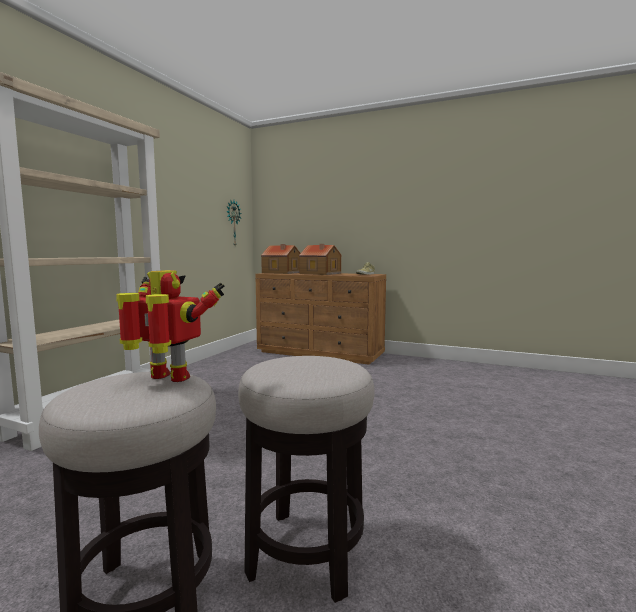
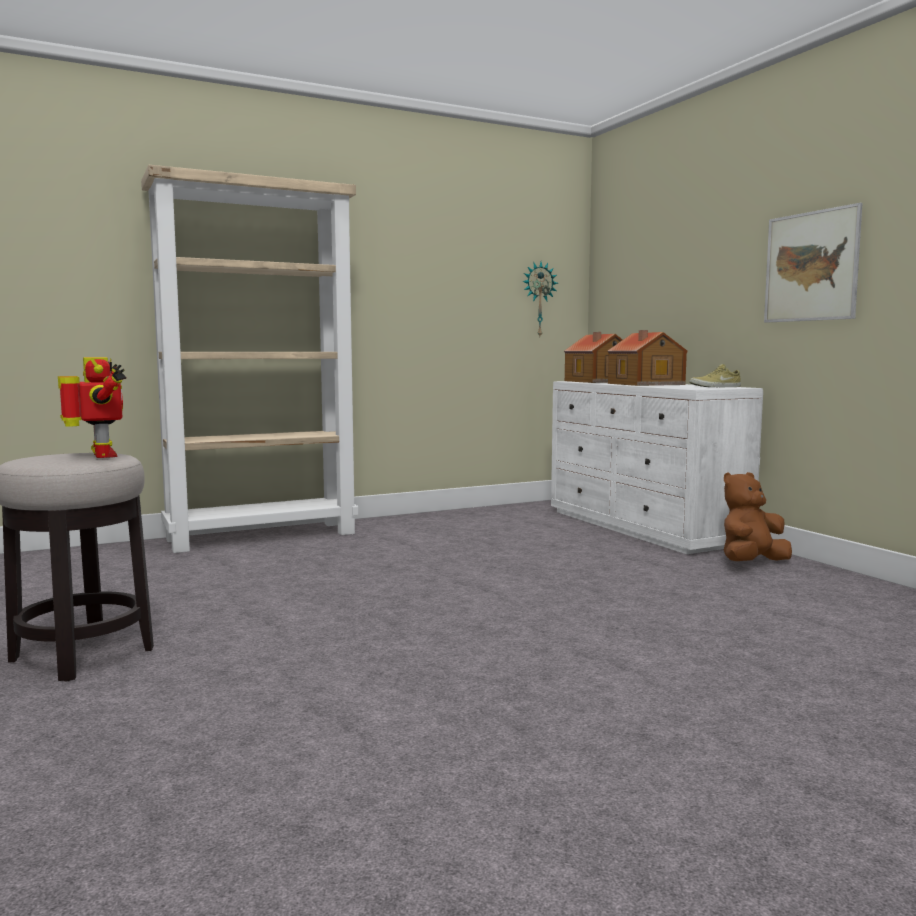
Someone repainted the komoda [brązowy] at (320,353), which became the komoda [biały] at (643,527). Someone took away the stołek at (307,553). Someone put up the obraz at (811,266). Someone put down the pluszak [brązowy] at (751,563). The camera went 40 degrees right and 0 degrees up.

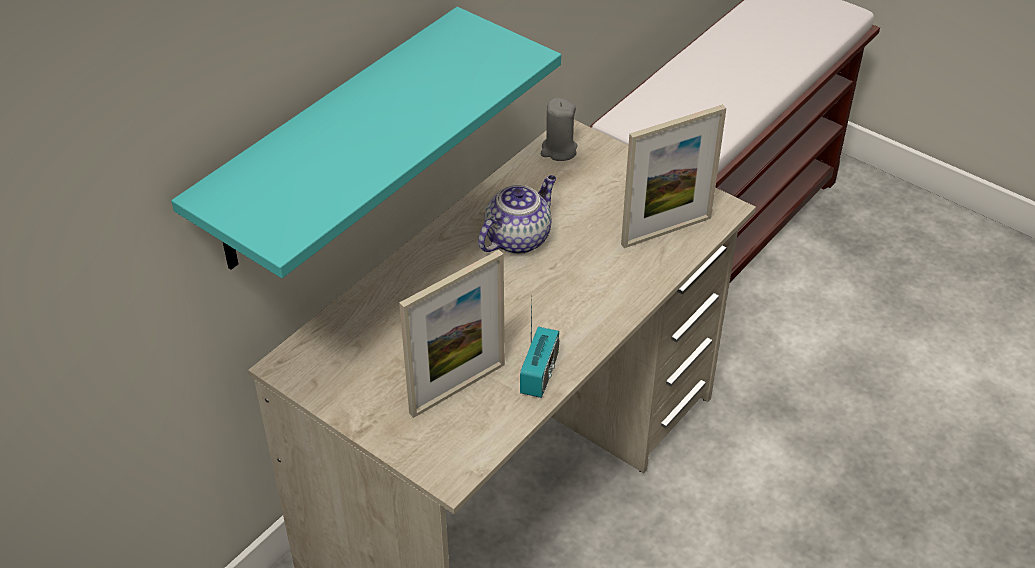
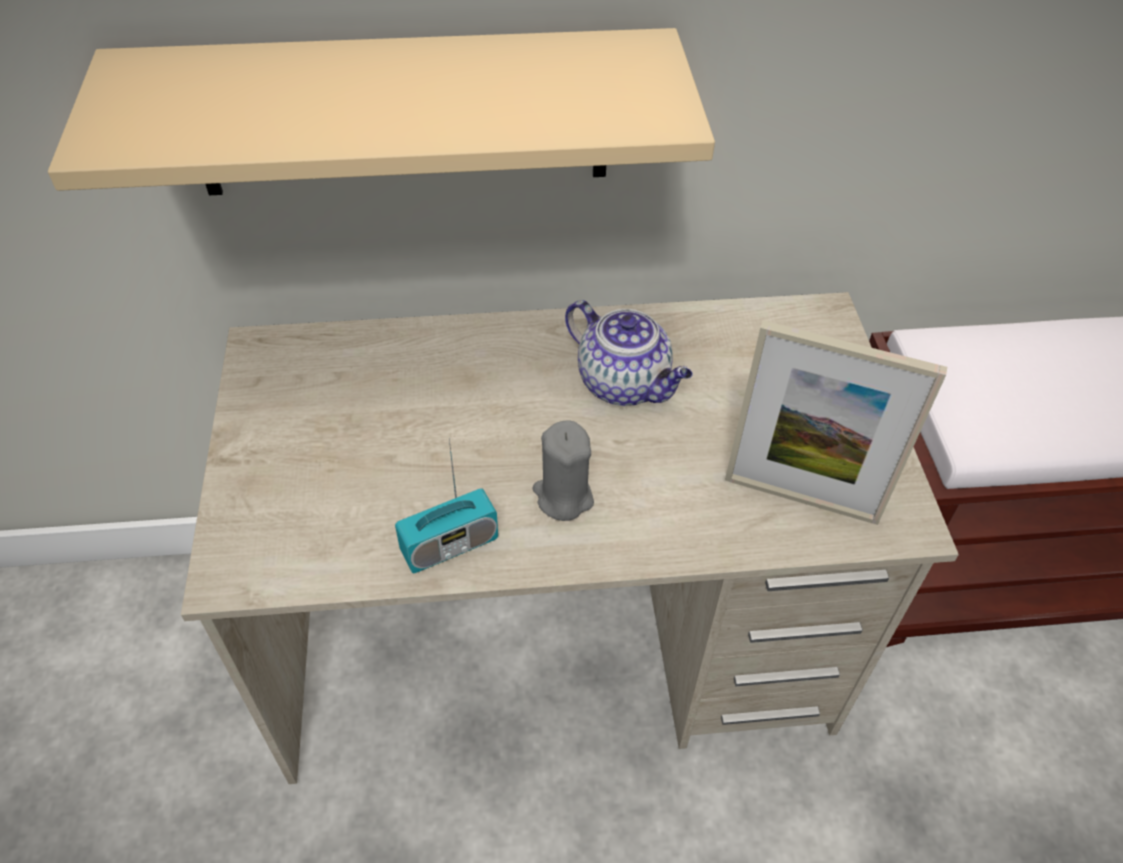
Someone repainted the półka [turkusowy] at (331,142), which became the półka [beżowy] at (401,114). Someone carried the świeca [szary] from (558,150) to (563,496). Someone rotated the imbryk at (518,238) by 45 degrees clockwise. Someone took away the ramka na zdjęcie at (457,388). The camera went 45 degrees right and 5 degrees up.

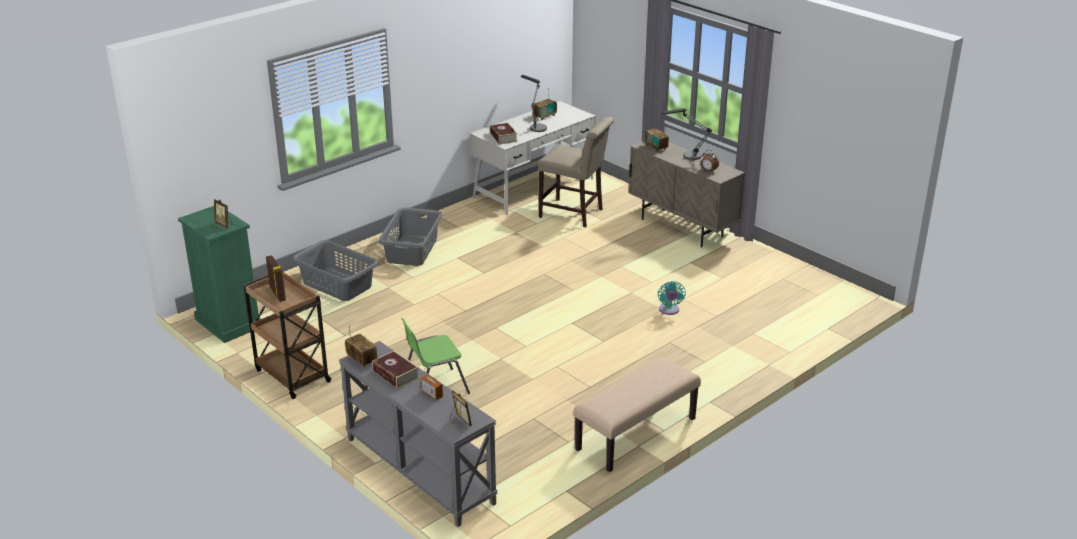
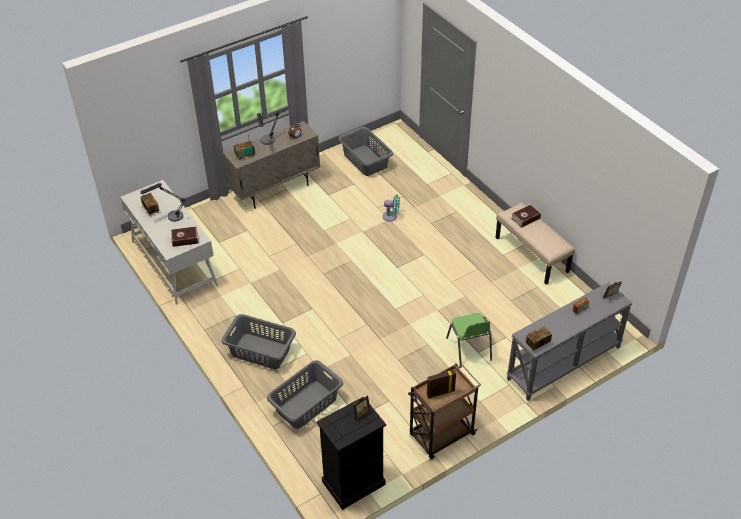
Someone took away the krzesło [beżowy] at (574,214). Someone repainted the komoda [zielony] at (228,323), which became the komoda [czarny] at (353,483). Someone carried the książka from (396,374) to (525,218). Someone put down the kosz na pranie [szary] at (365,160). The camera went 80 degrees left and 15 degrees up.

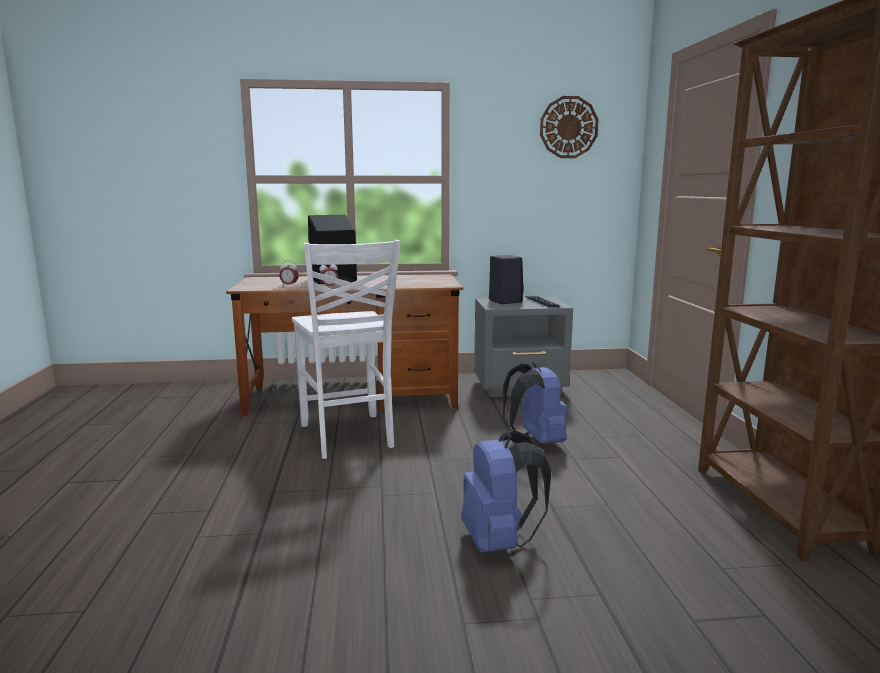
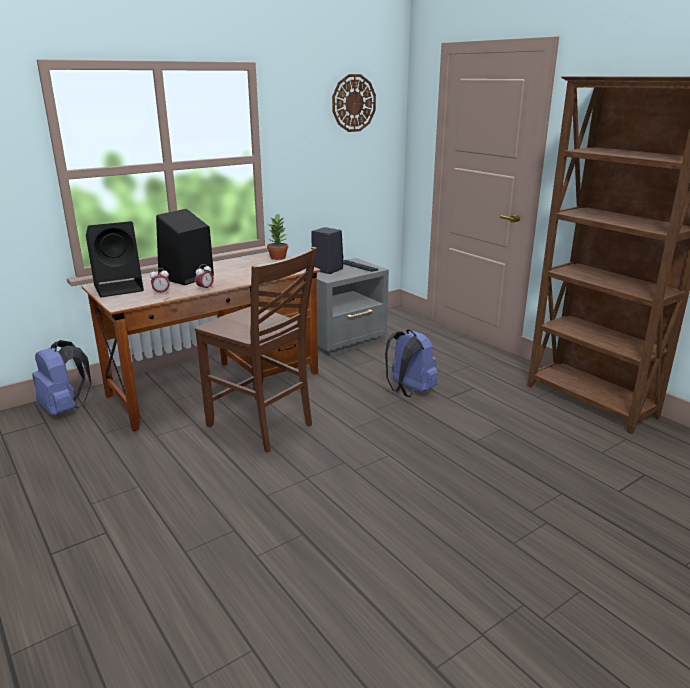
Someone repainted the krzesło [biały] at (347,437), which became the krzesło [brązowy] at (262,425). Someone carried the plecak [niebieski] from (499,542) to (65,409). Someone put down the roślina doniczkowa at (278,257). Someone put down the głośnik [czarny] at (120,288). The camera went 30 degrees left and 10 degrees up.

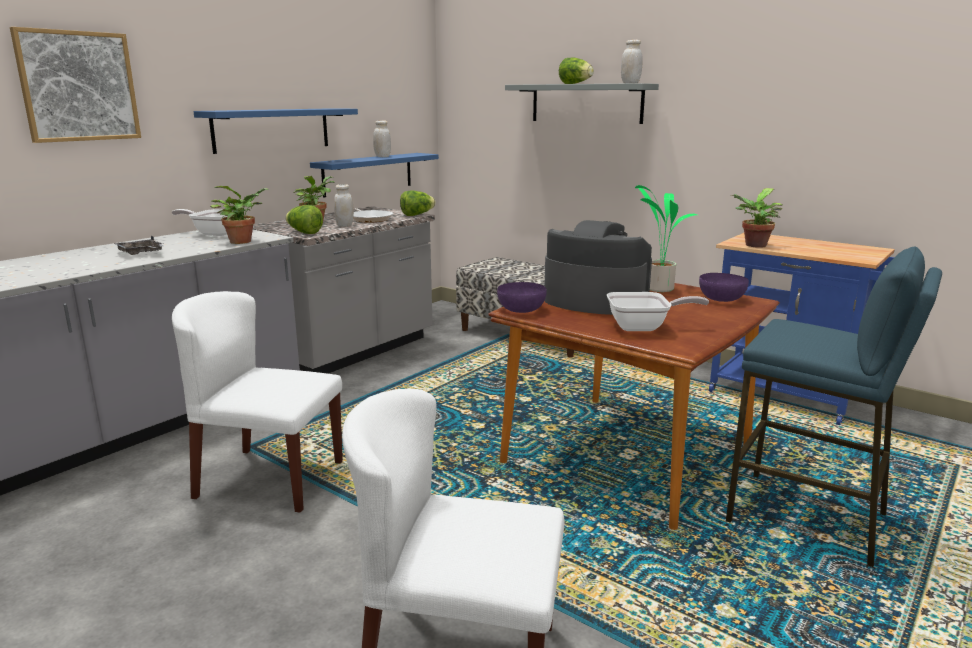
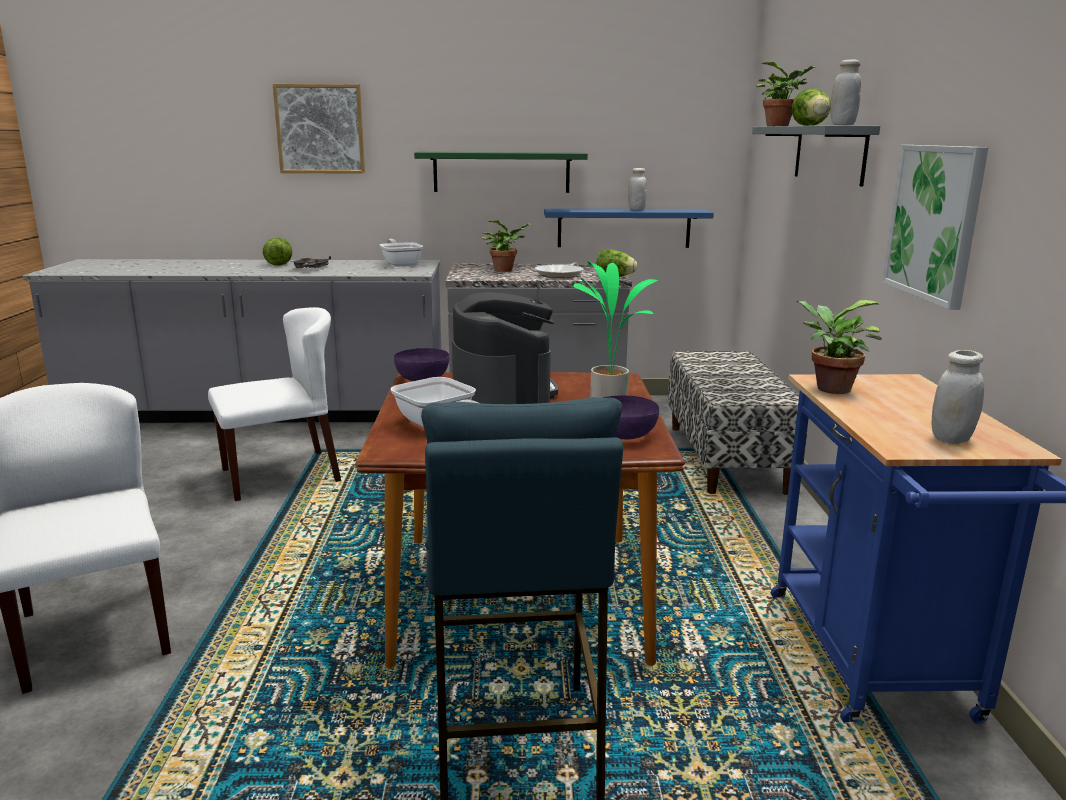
Someone repainted the półka [niebieski] at (272,129), which became the półka [zielony] at (501,172). Someone carried the słoik [biały] from (344,225) to (951,439). Someone carried the roślina doniczkowa from (243,241) to (780,126). Someone carried the sałata from (304,232) to (279,264). Someone rotated the krzesło [biały] at (269,479) by 90 degrees clockwise. Someone put up the obraz at (934,222). The camera went 50 degrees right and 0 degrees up.

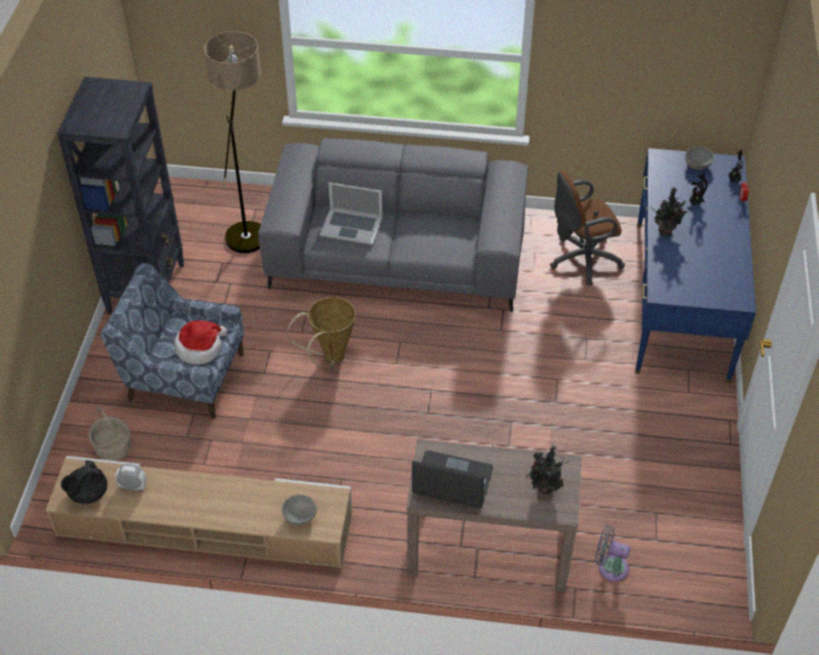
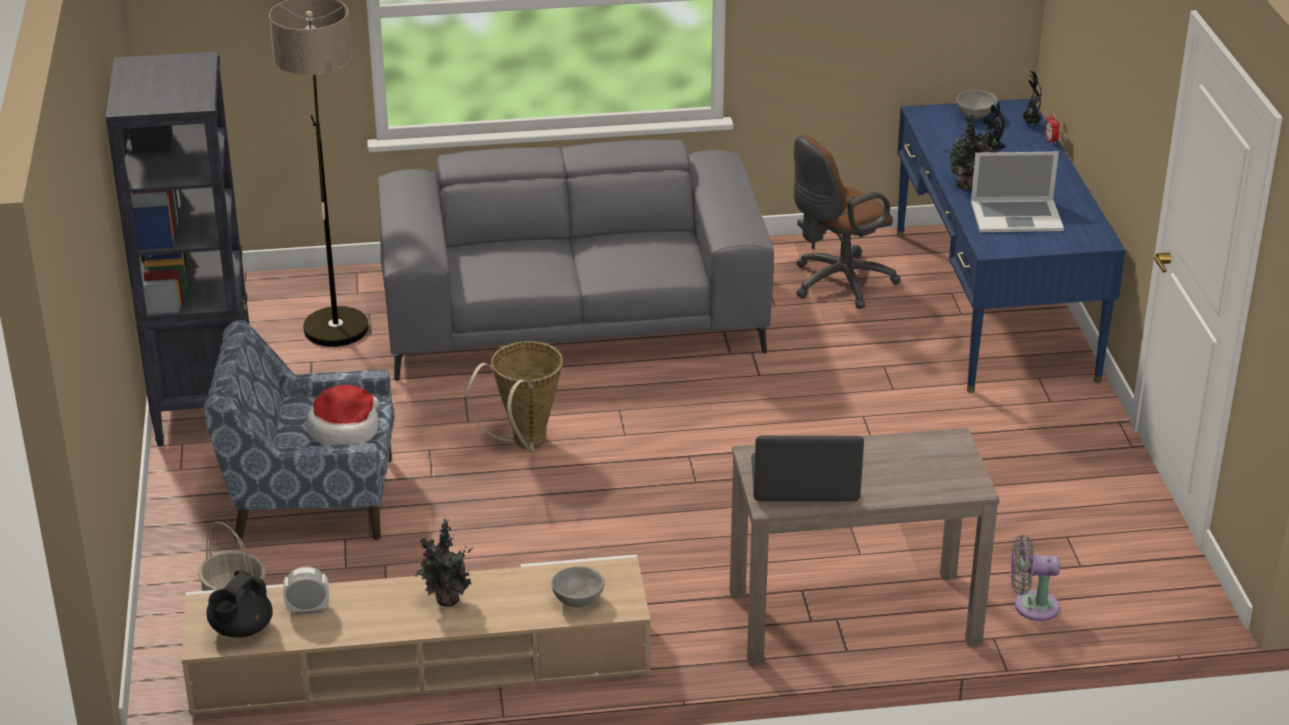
Someone carried the laptop from (351,226) to (1016,216). Someone carried the roślina doniczkowa from (544,489) to (446,601). The camera went 15 degrees left and 15 degrees down.

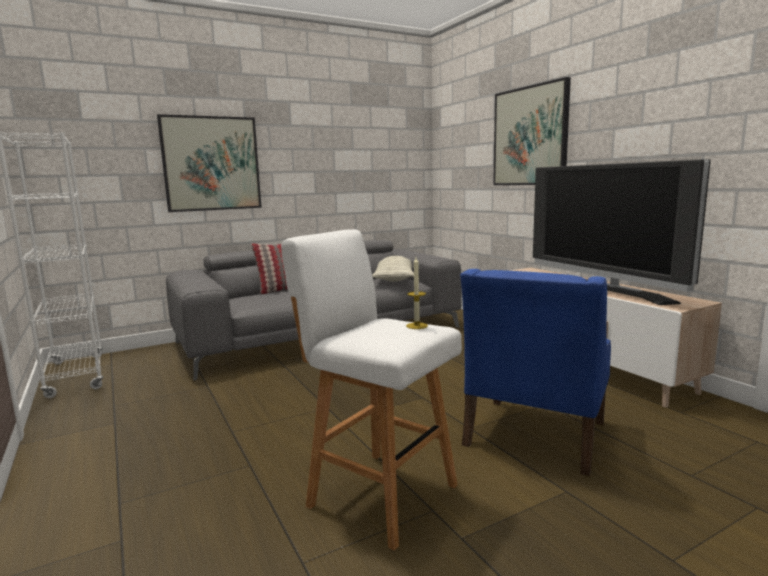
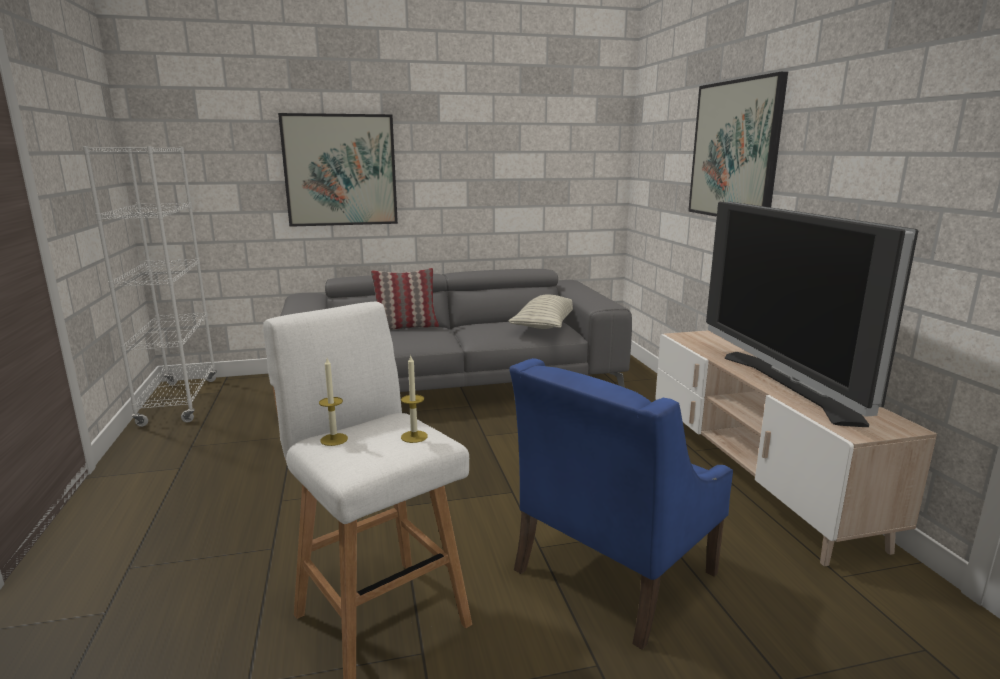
Someone put down the świeca at (334,439). The camera went 15 degrees right and 5 degrees up.

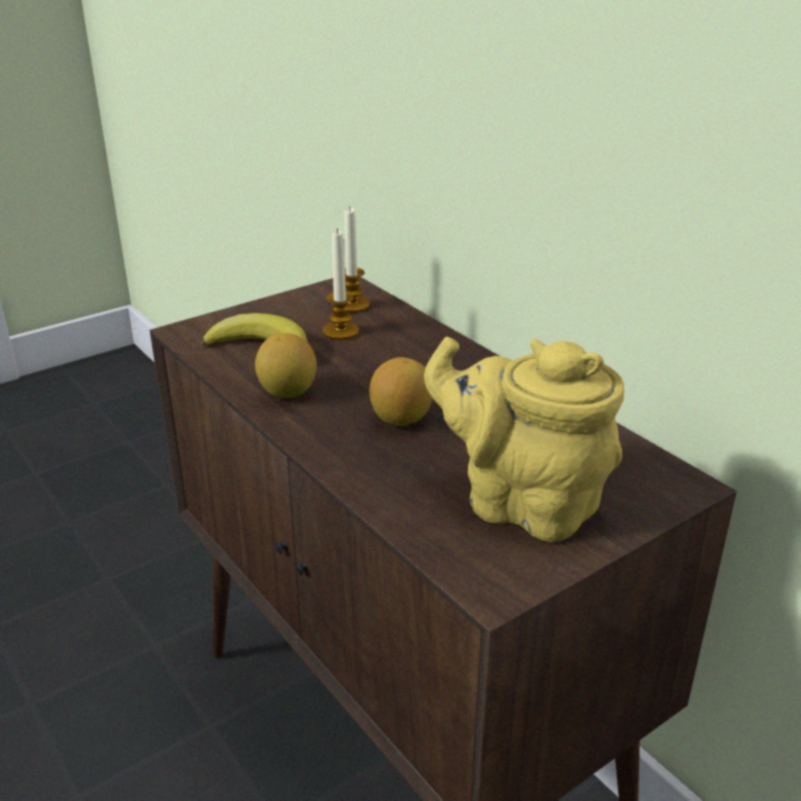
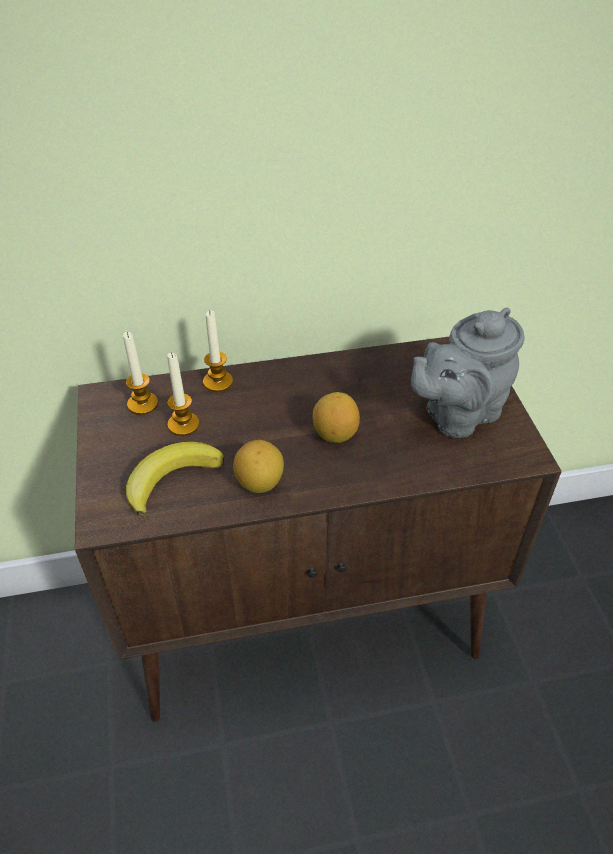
Someone repainted the imbryk [żółty] at (522,503), which became the imbryk [szary] at (457,414). Someone put down the świeca at (218,382). The camera went 65 degrees left and 15 degrees up.

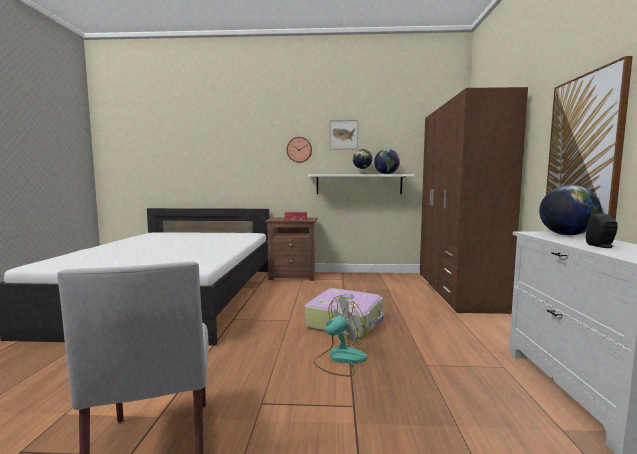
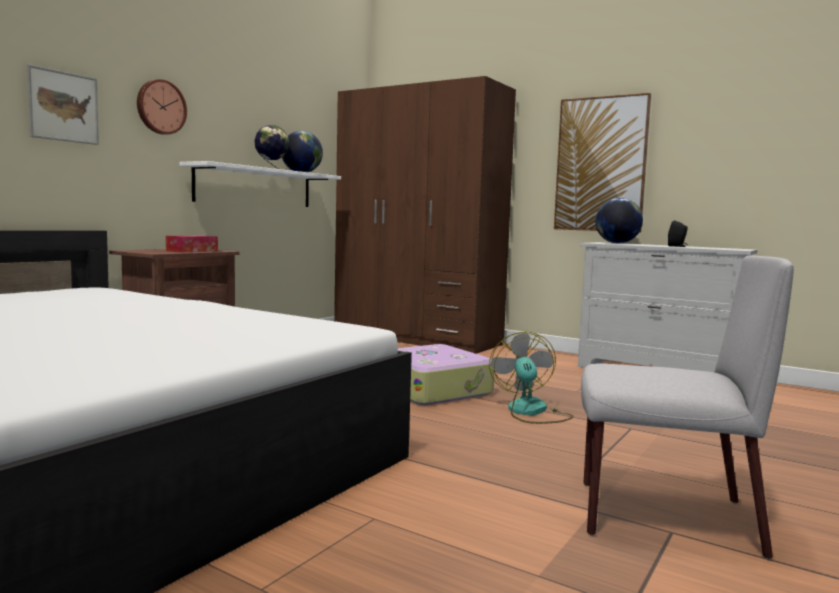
Someone carried the obraz from (343,135) to (63,106). The camera went 60 degrees left and 0 degrees up.

